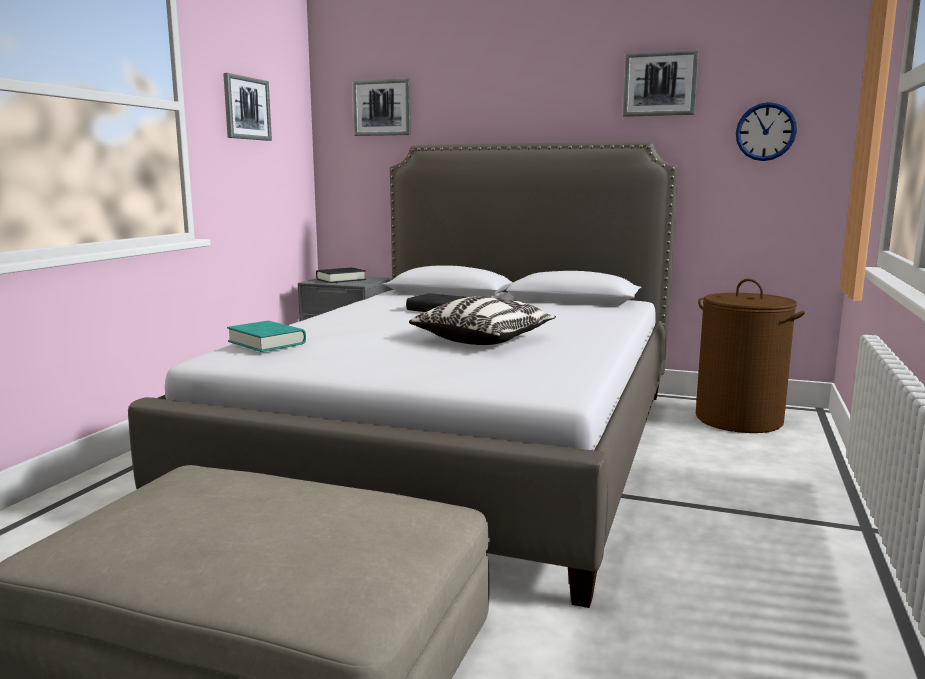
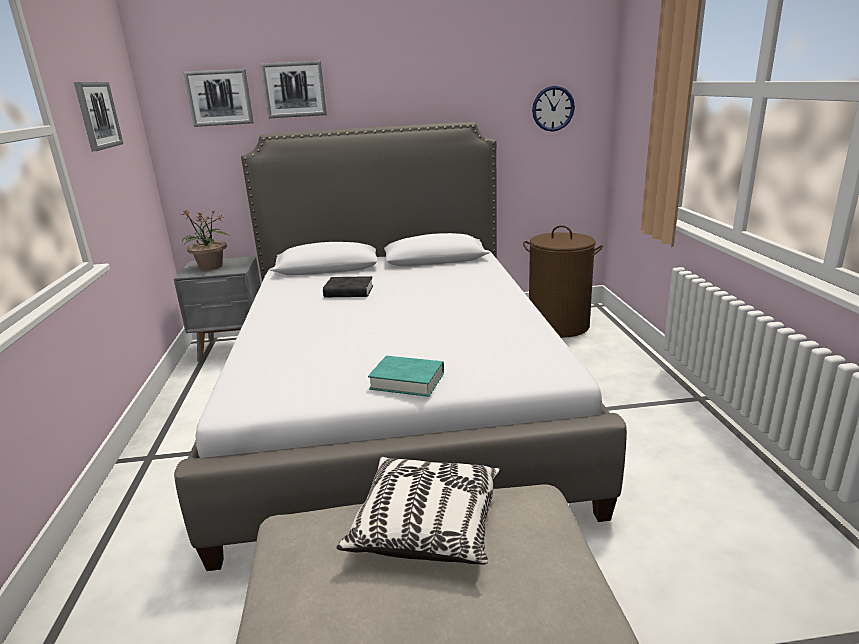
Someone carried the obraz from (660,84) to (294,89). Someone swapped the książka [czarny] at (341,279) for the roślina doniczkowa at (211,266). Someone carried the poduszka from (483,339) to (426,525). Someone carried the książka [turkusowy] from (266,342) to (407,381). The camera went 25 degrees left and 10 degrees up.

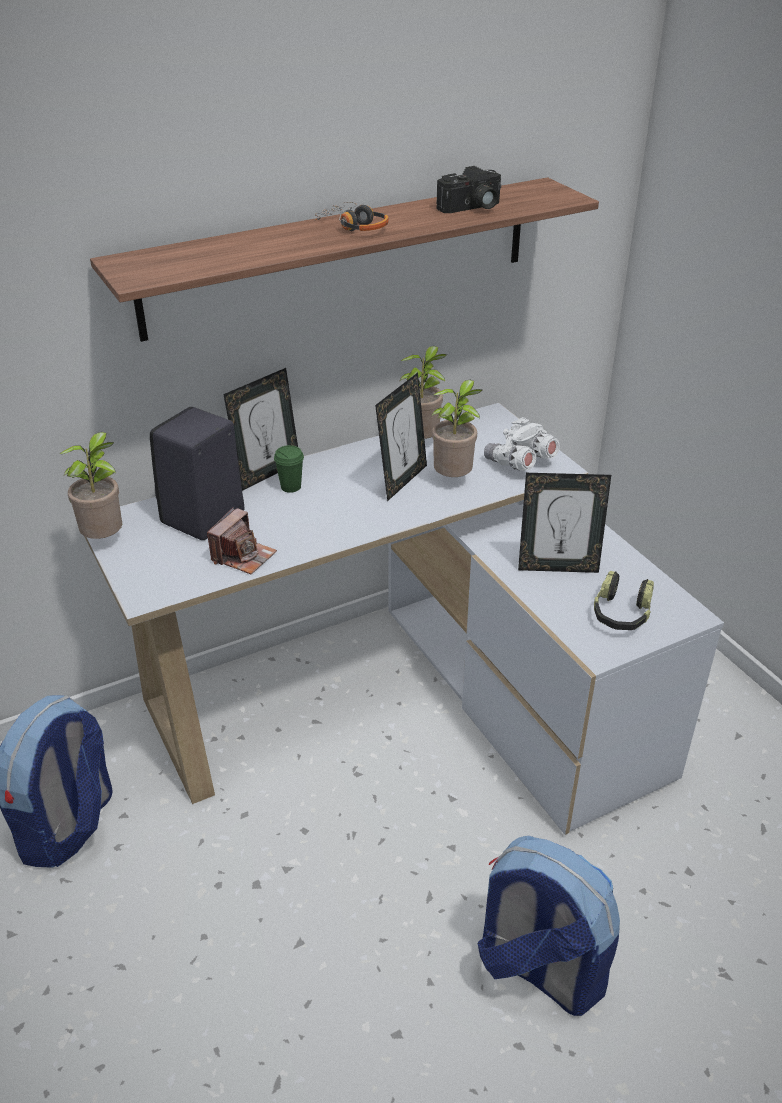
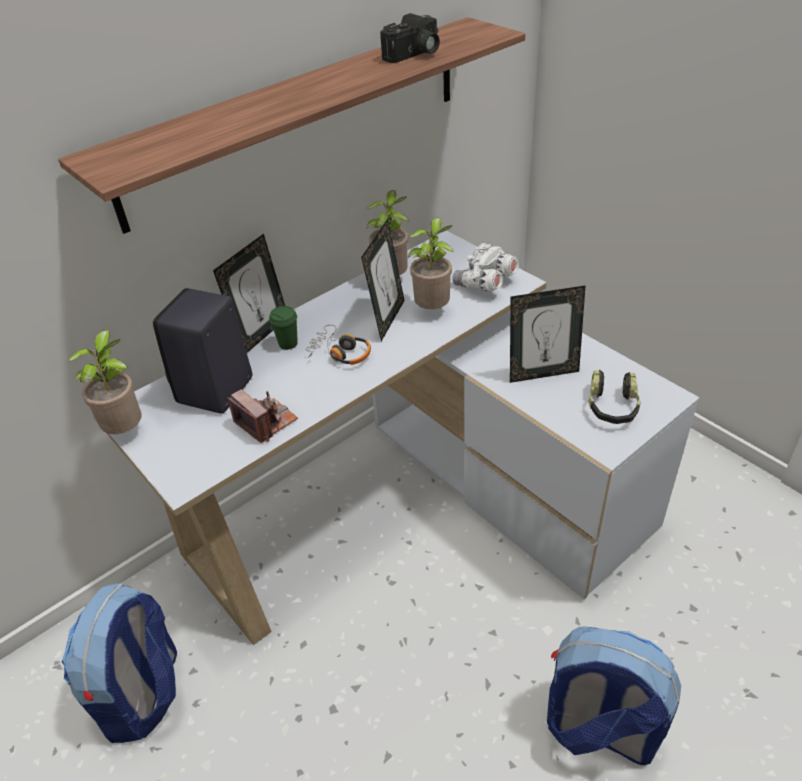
Someone carried the słuchawki from (353,226) to (340,353). Someone rotated the aparat fotograficzny at (243,556) by 60 degrees counterclockwise. The camera went 10 degrees left and 5 degrees up.

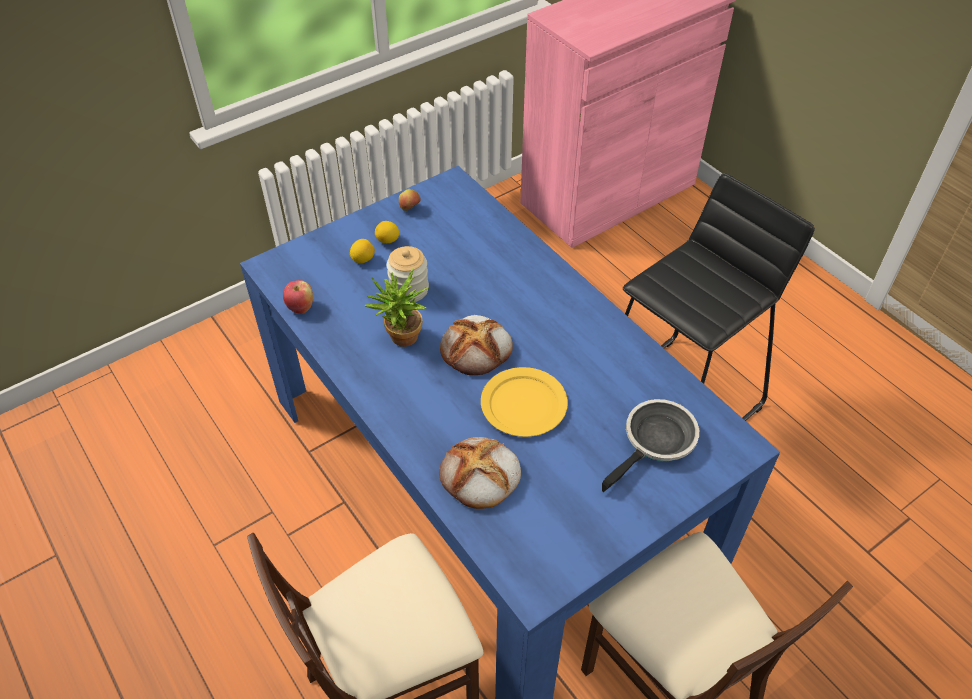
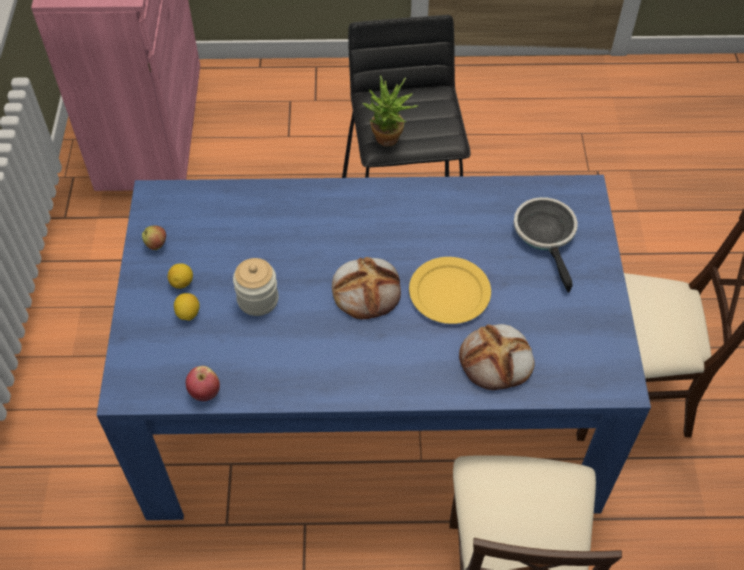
Someone carried the roślina doniczkowa from (401,340) to (389,141). The camera went 55 degrees left and 5 degrees up.

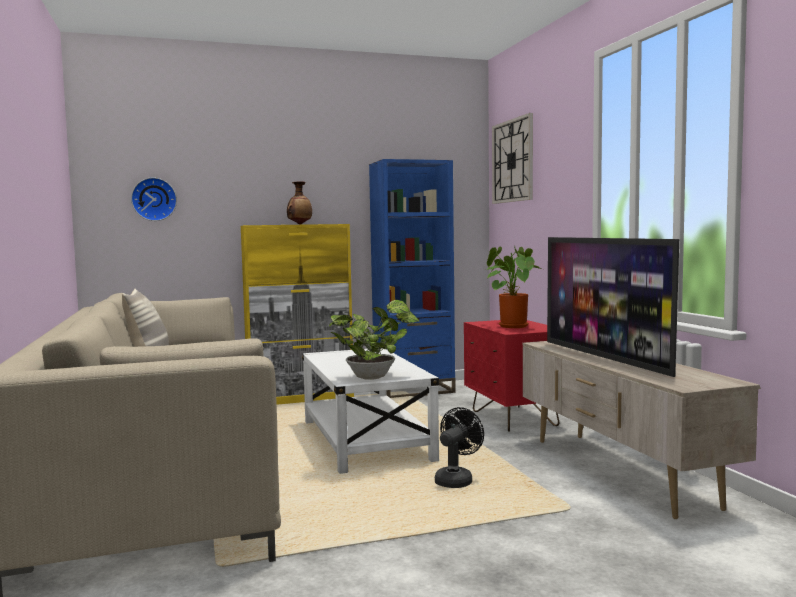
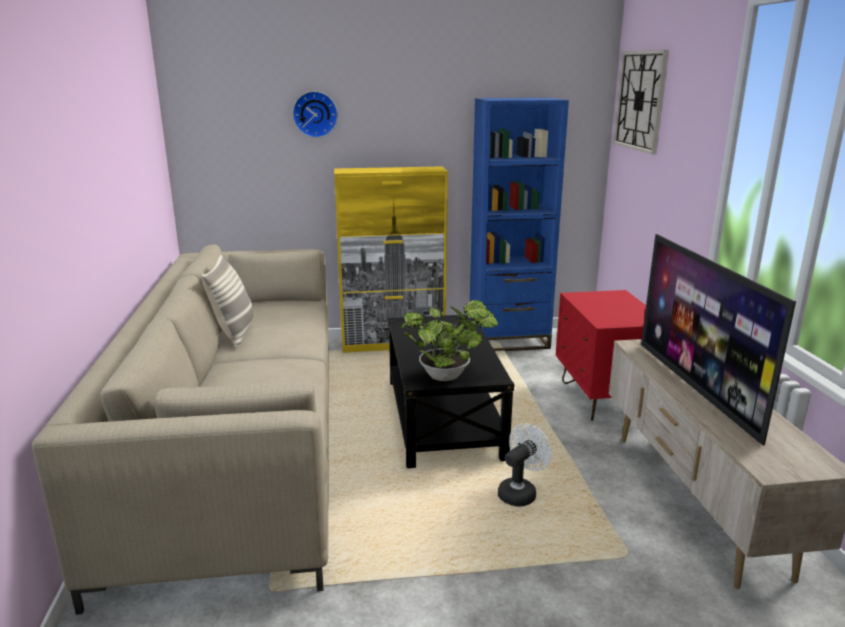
Someone carried the zegar ścienny from (154,199) to (315,114). Someone took away the wazon at (299,224). Someone took away the roślina doniczkowa at (511,326). Someone repainted the ława [biały] at (365,440), which became the ława [czarny] at (443,418). Someone repainted the wentylator [czarny] at (456,480), which became the wentylator [biały] at (520,492). The camera went 10 degrees right and 15 degrees up.

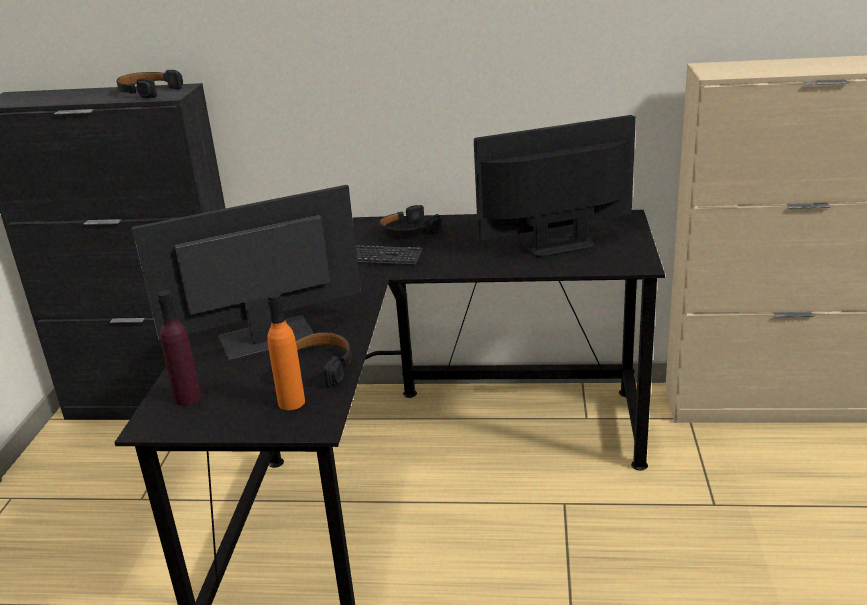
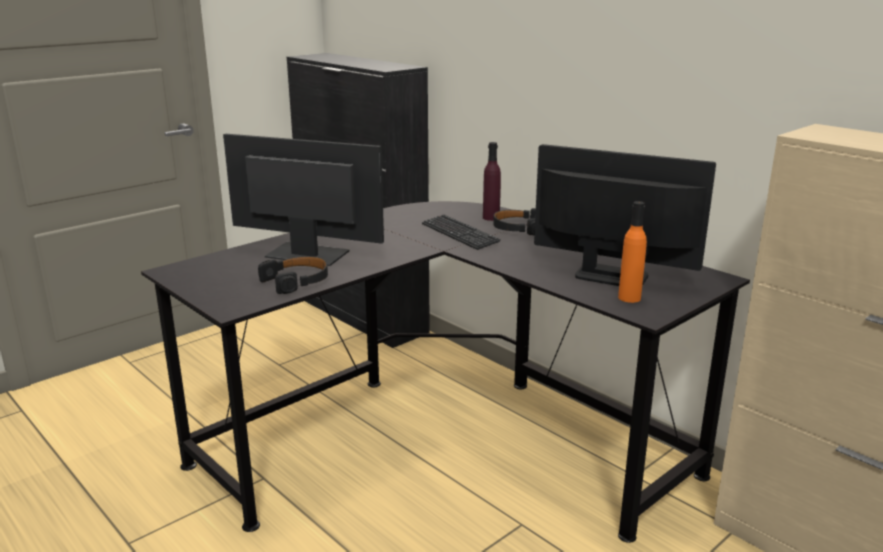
Someone took away the słuchawki [czarny] at (148,91). Someone carried the butelka [fioletowy] from (188,398) to (491,218). Someone carried the butelka [pomarańczowy] from (291,402) to (629,298). The camera went 40 degrees right and 5 degrees down.

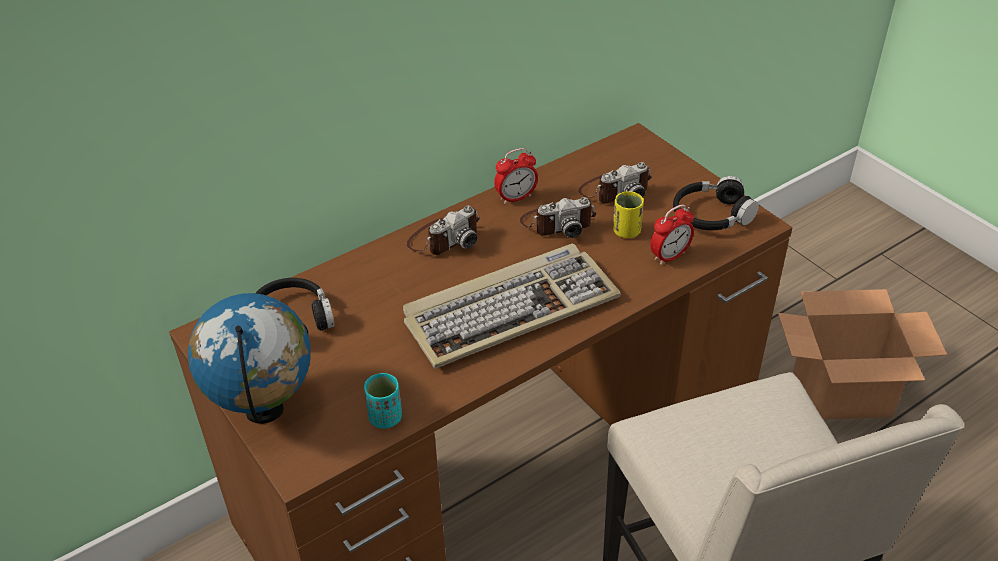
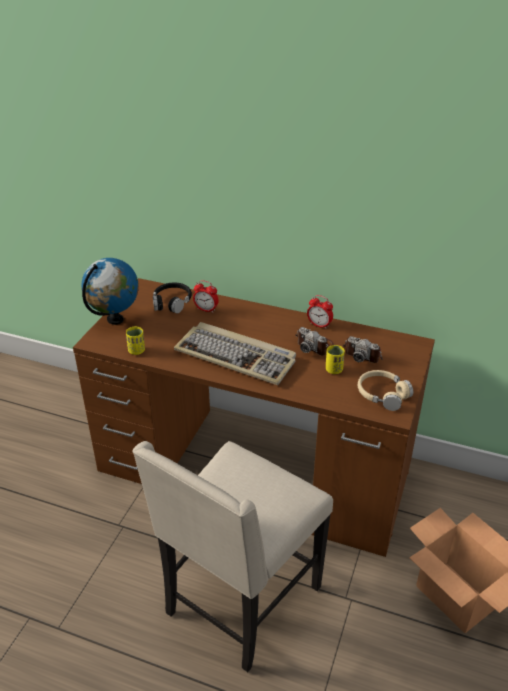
Someone repainted the słuchawki [czarny] at (711,215), which became the słuchawki [beżowy] at (382,394). Someone carried the budzik from (669,256) to (206,310). Someone took away the aparat fotograficzny at (444,238). Someone repainted the filiżanka [turkusowy] at (385,418), which became the filiżanka [żółty] at (136,351). The camera went 55 degrees right and 5 degrees down.

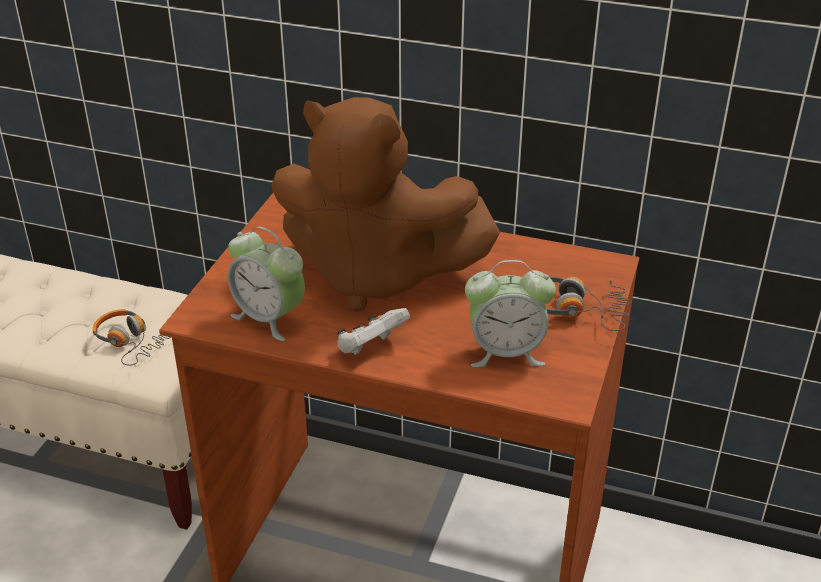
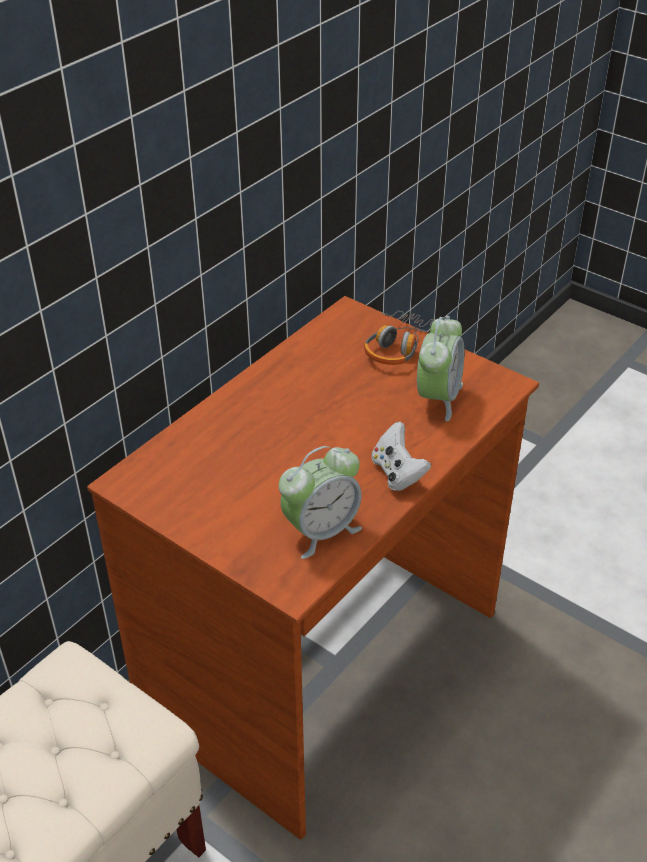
Someone took away the pluszak [brązowy] at (375,275). Someone took away the słuchawki at (131,342). The camera went 70 degrees left and 5 degrees up.

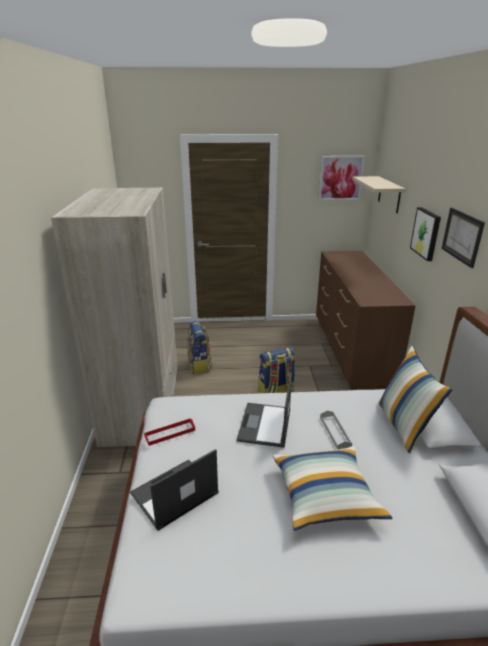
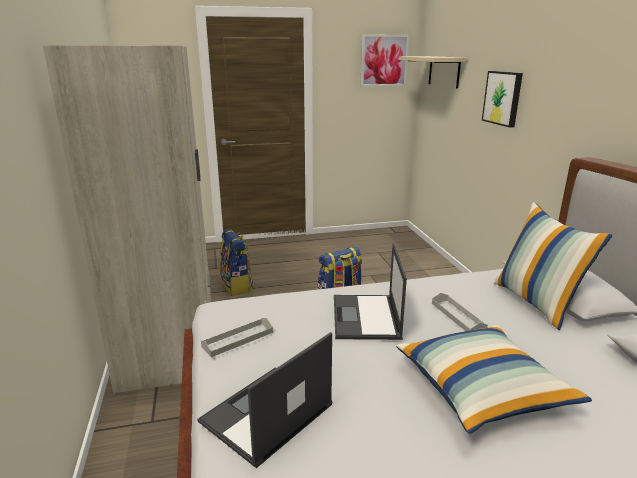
Someone took away the obraz at (462,236). Someone took away the komoda [brązowy] at (350,351). Someone repainted the taca [czerwony] at (170,433), which became the taca [szary] at (238,339). The camera went 10 degrees left and 5 degrees down.

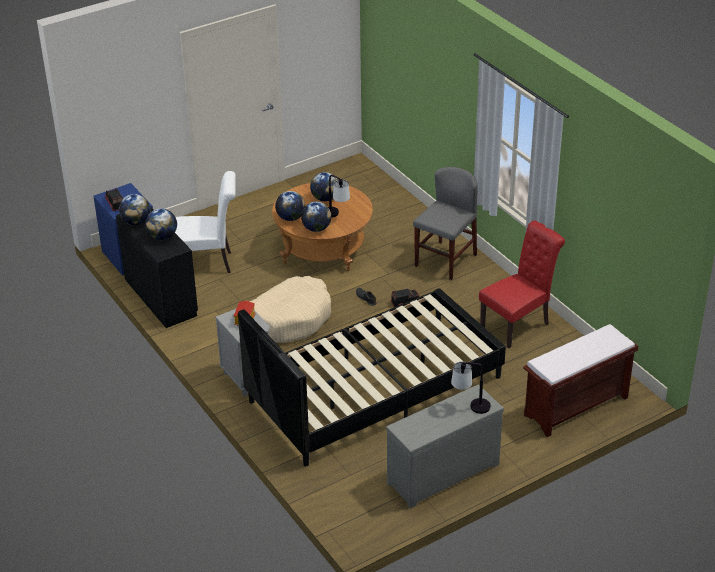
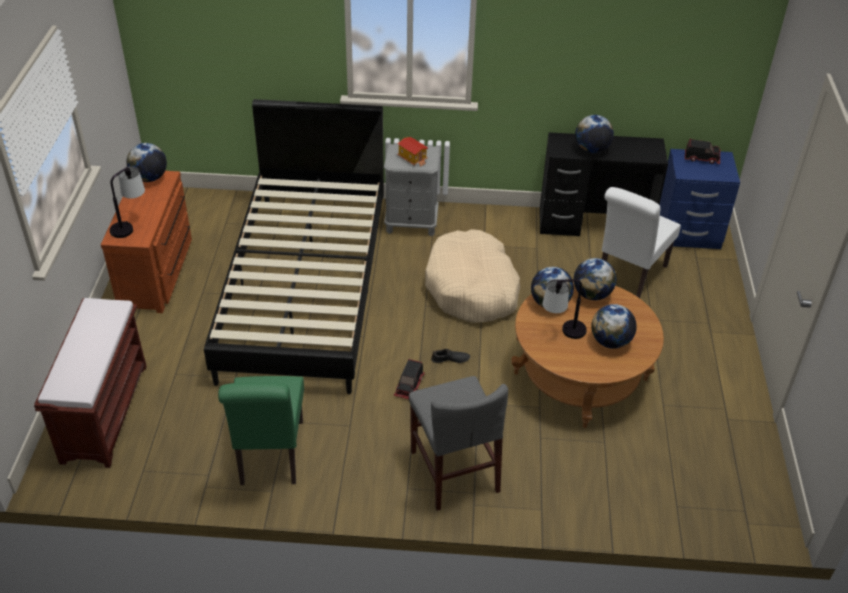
Someone carried the globus from (136,222) to (149,178). Someone repainted the krzesło [czerwony] at (518,324), which became the krzesło [zielony] at (270,457). Someone repainted the komoda [szary] at (441,472), which became the komoda [brązowy] at (158,272). The camera went 125 degrees right and 5 degrees up.

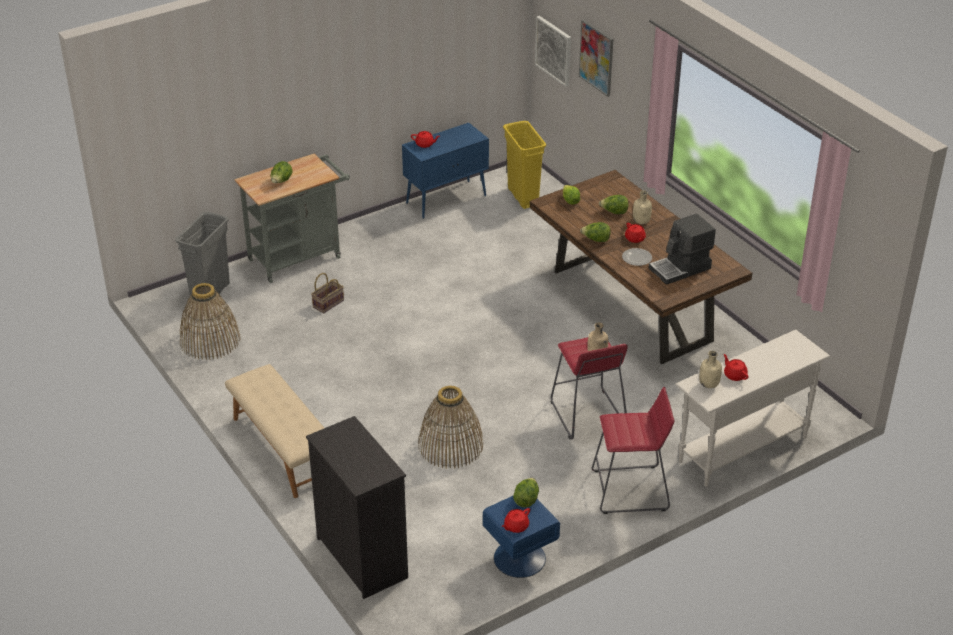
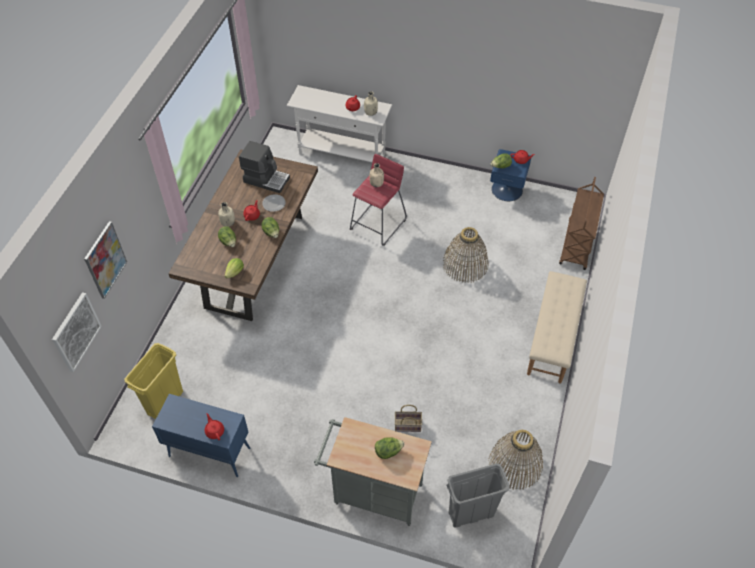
Someone took away the stołek [czerwony] at (630,490). Someone swapped the komoda [czarny] at (362,557) for the wózek [brązowy] at (577,245). The camera went 130 degrees left and 15 degrees up.

